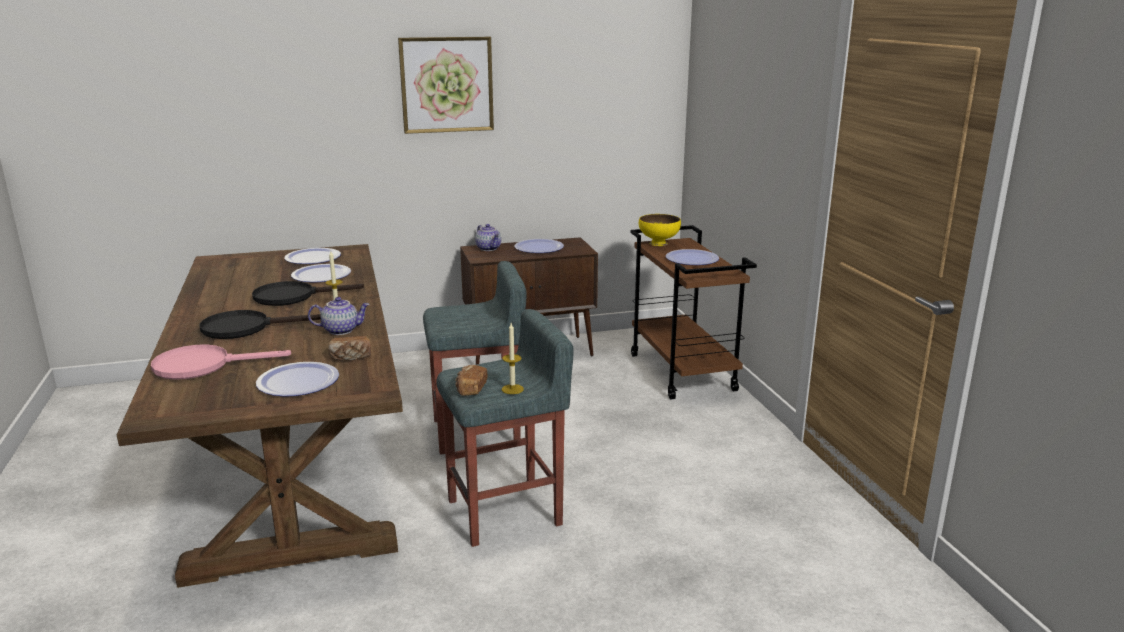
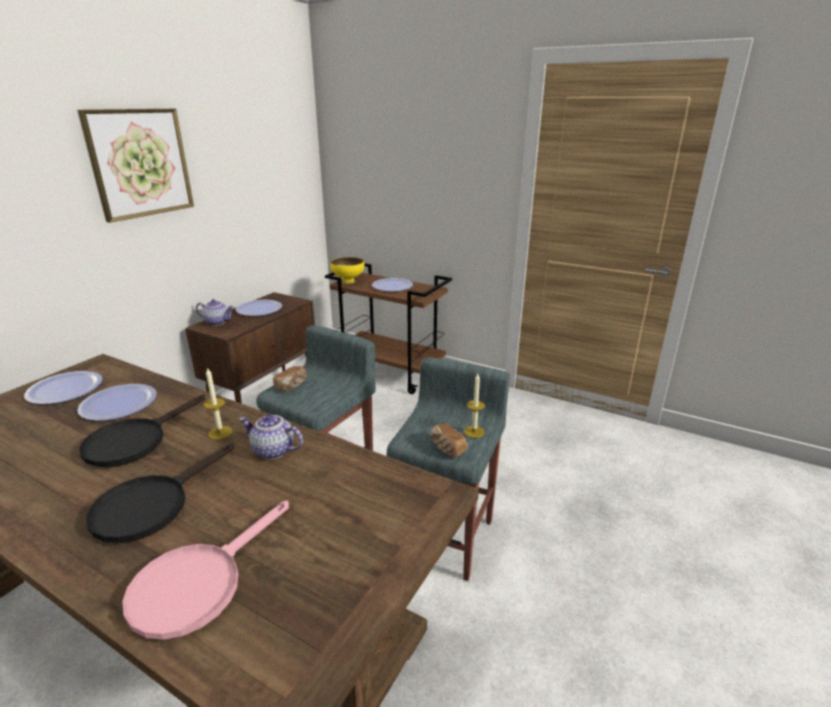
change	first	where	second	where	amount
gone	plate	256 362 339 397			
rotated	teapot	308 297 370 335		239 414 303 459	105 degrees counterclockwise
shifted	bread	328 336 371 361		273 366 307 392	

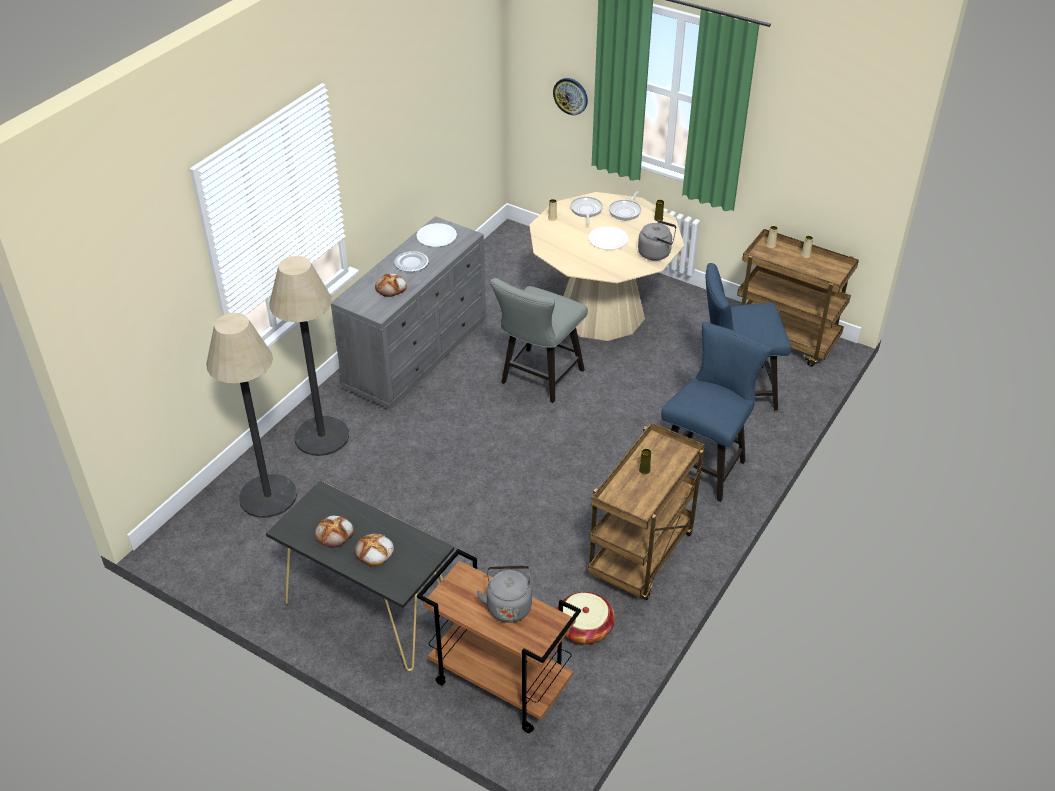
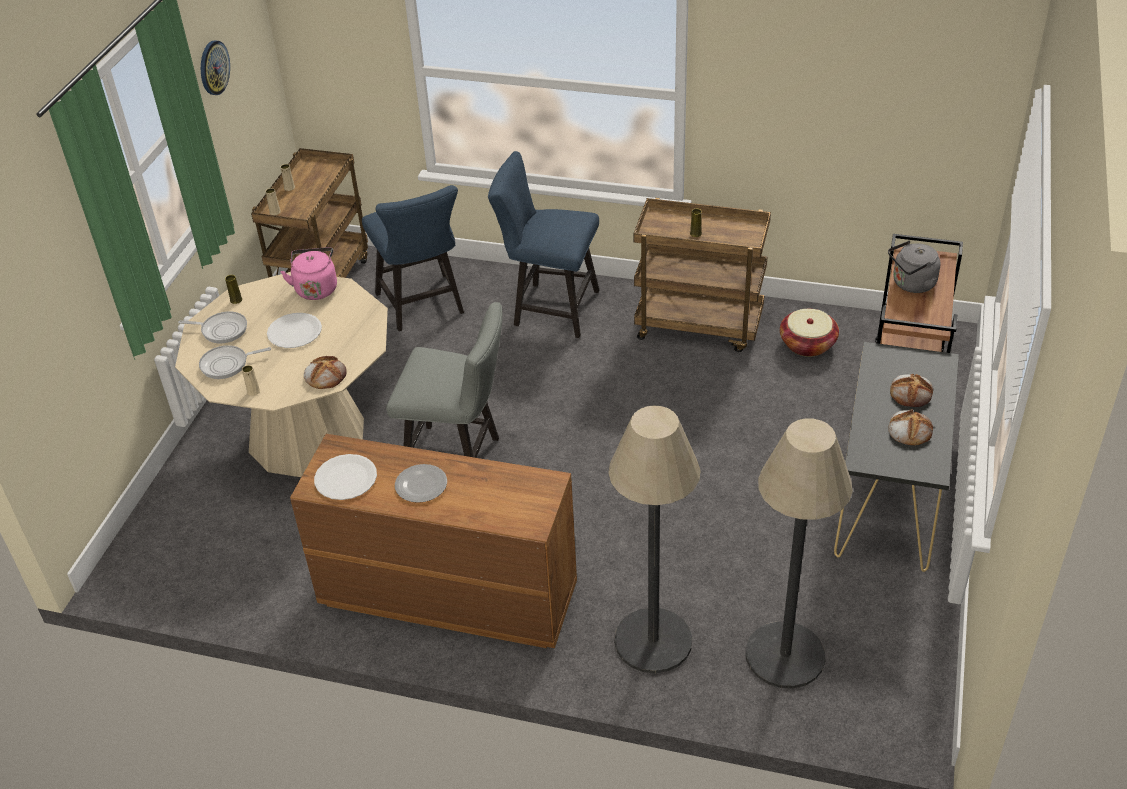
change	first	where	second	where	amount
repainted	dresser in grey	331 216 486 409	dresser in brown	290 434 577 648	
shifted	bread	375 274 407 297		304 356 347 389	
shifted	wall clock	553 78 588 115		201 40 230 95	
repainted	kettle in grey	638 220 676 261	kettle in pink	281 247 337 300	

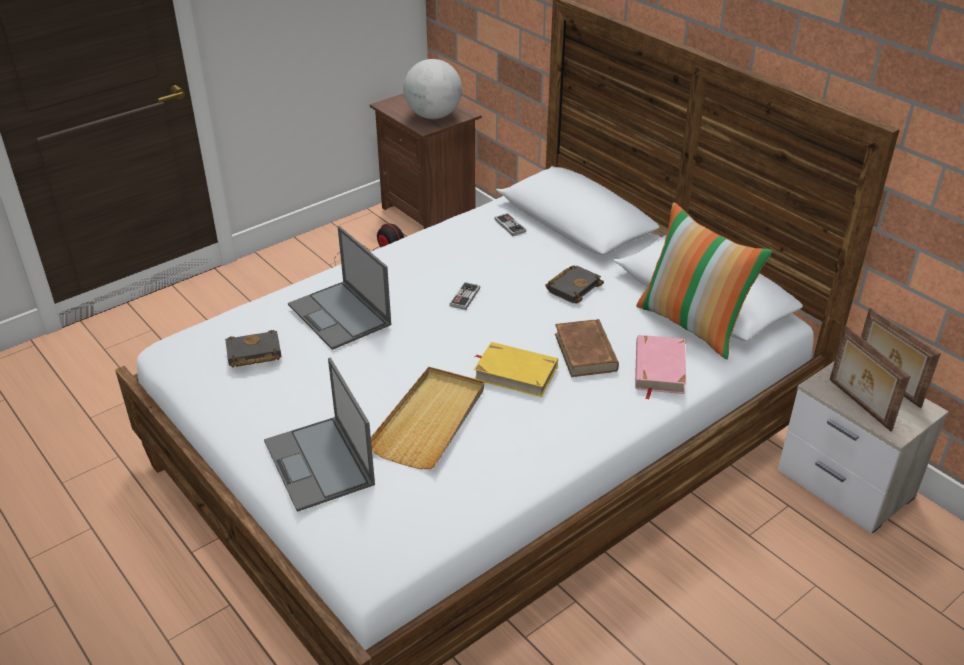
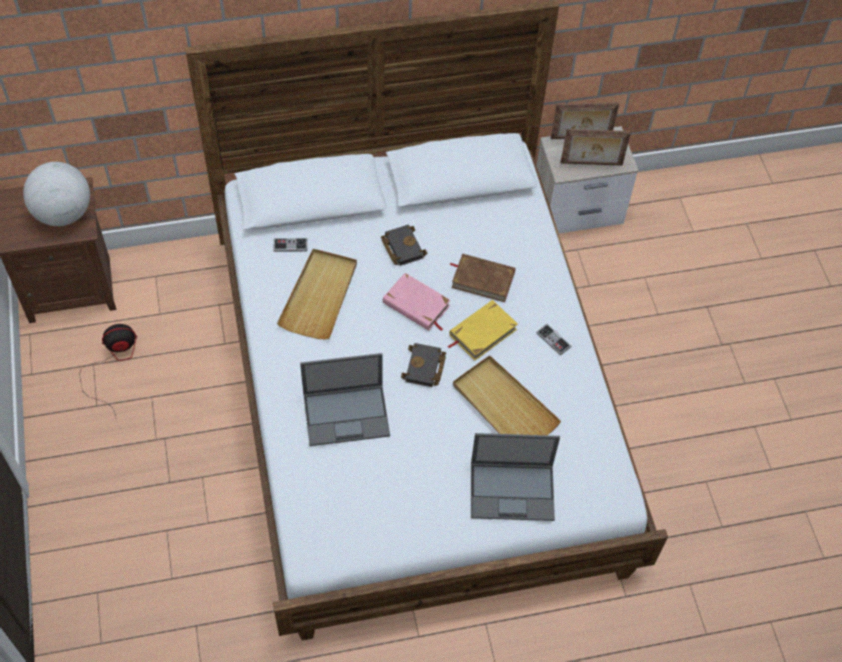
change	first	where	second	where	amount
shifted	book in black	225 330 282 367		401 343 446 387	
shifted	game controller	449 282 480 310		536 324 572 356	
shifted	book in pink	635 335 686 400		383 273 451 331	
gone	pillow	636 202 773 359			
new			tray in beige	277 249 357 339	

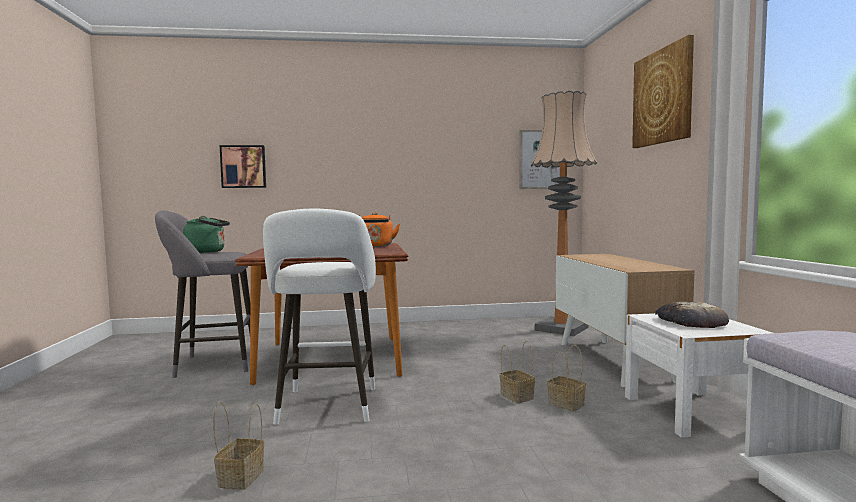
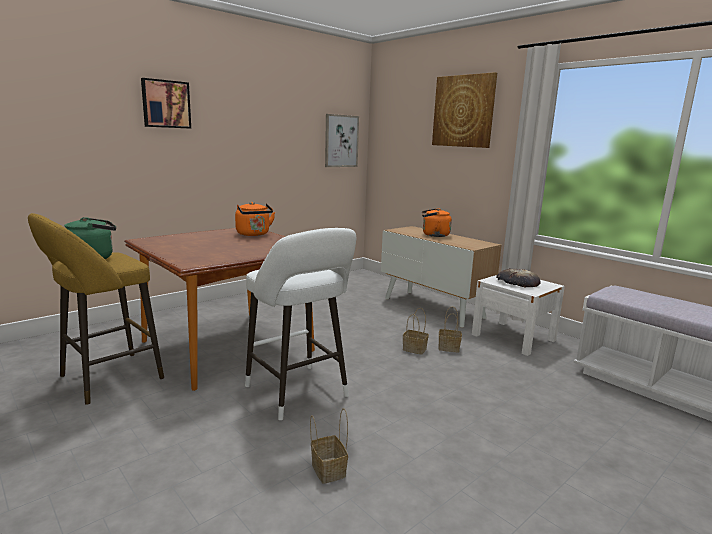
change	first	where	second	where	amount
repainted	stool in grey	155 210 250 378	stool in yellow	28 213 164 405	
shifted	picture	220 145 266 188		141 78 191 129	
gone	floor lamp	531 91 597 336			
new			kettle in orange	422 208 452 237	

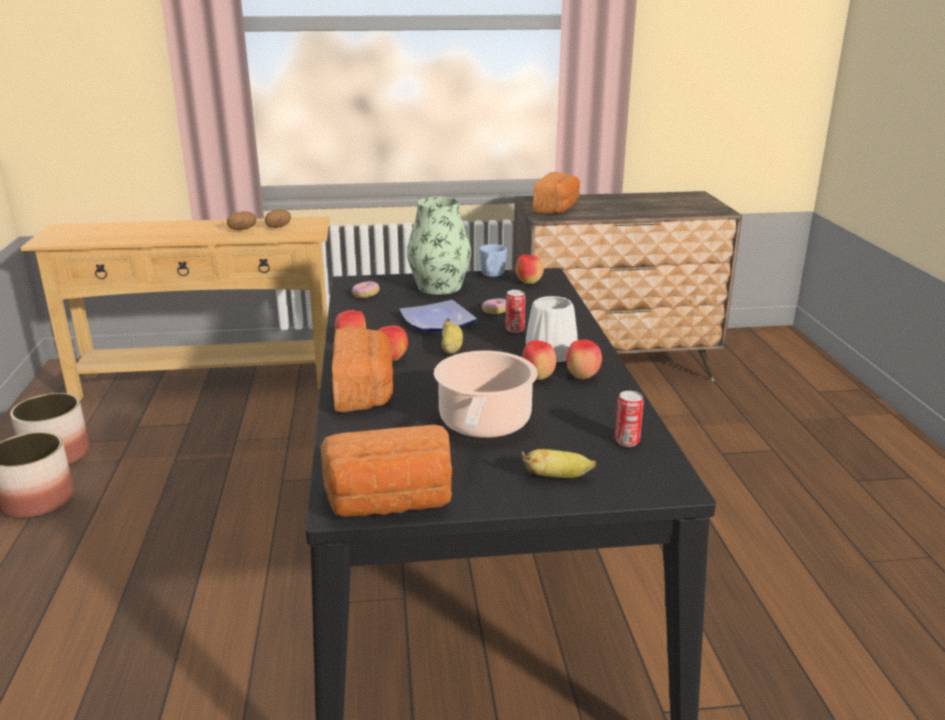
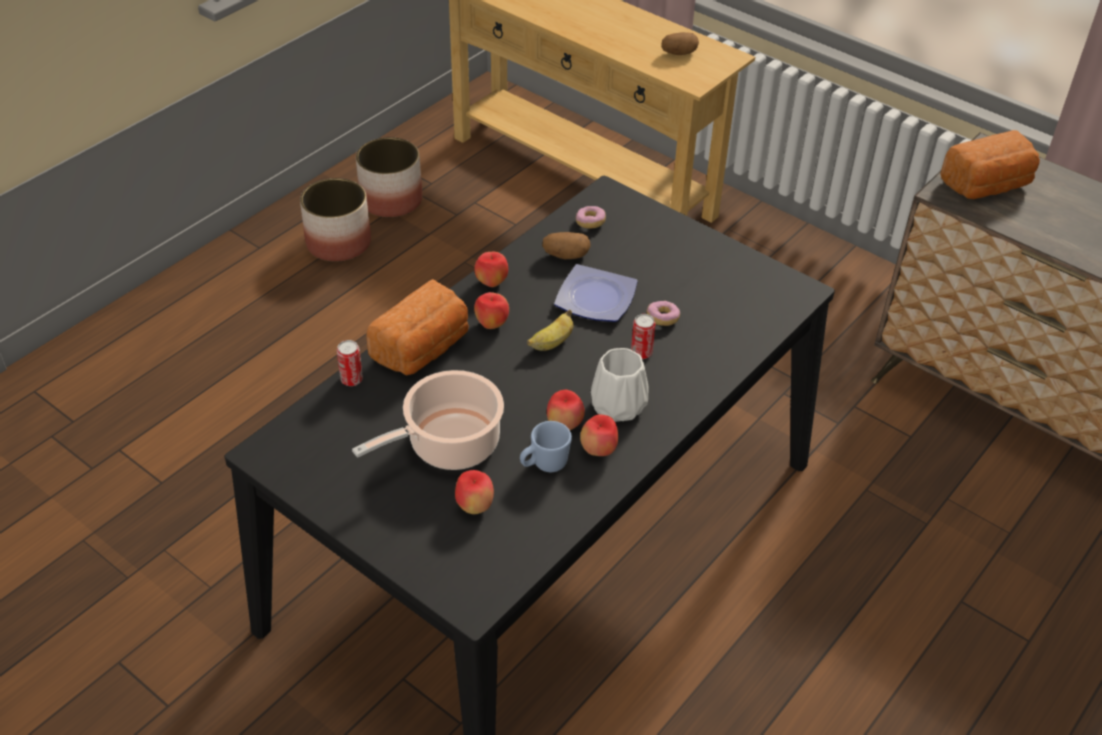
change	first	where	second	where	amount
shifted	potato	227 211 256 230		542 232 591 259	
gone	bread	320 425 452 517			
gone	vase	407 197 471 295			
shifted	mug in blue	479 244 507 277		520 421 572 472	
shifted	apple	515 255 544 284		455 470 494 514	
gone	banana	521 449 596 478			
shifted	can	615 391 644 447		337 340 363 386	

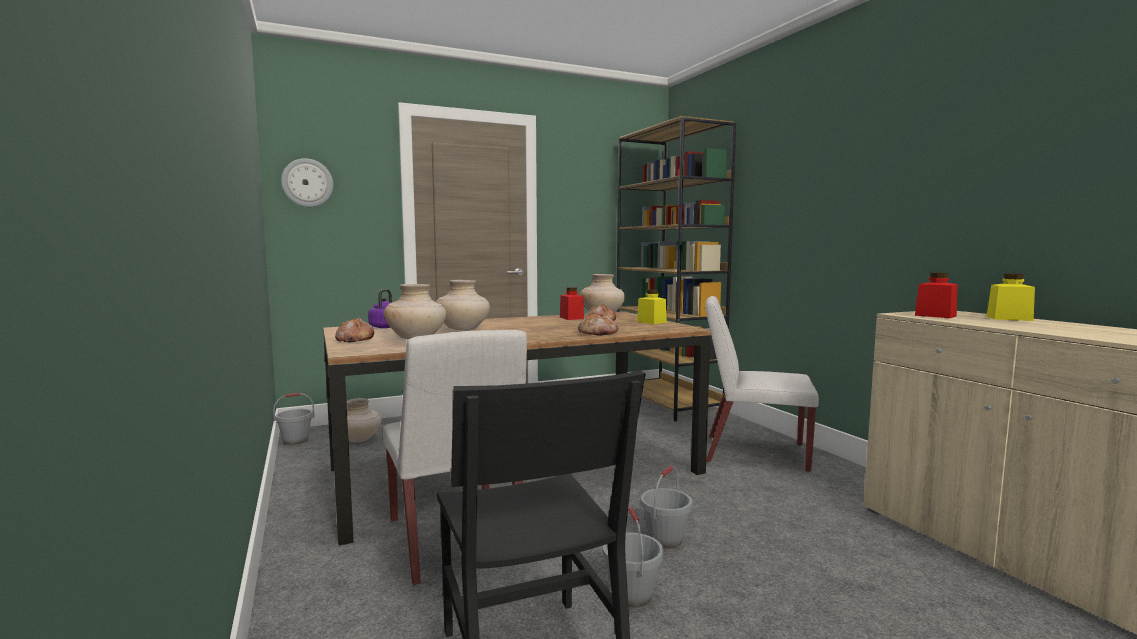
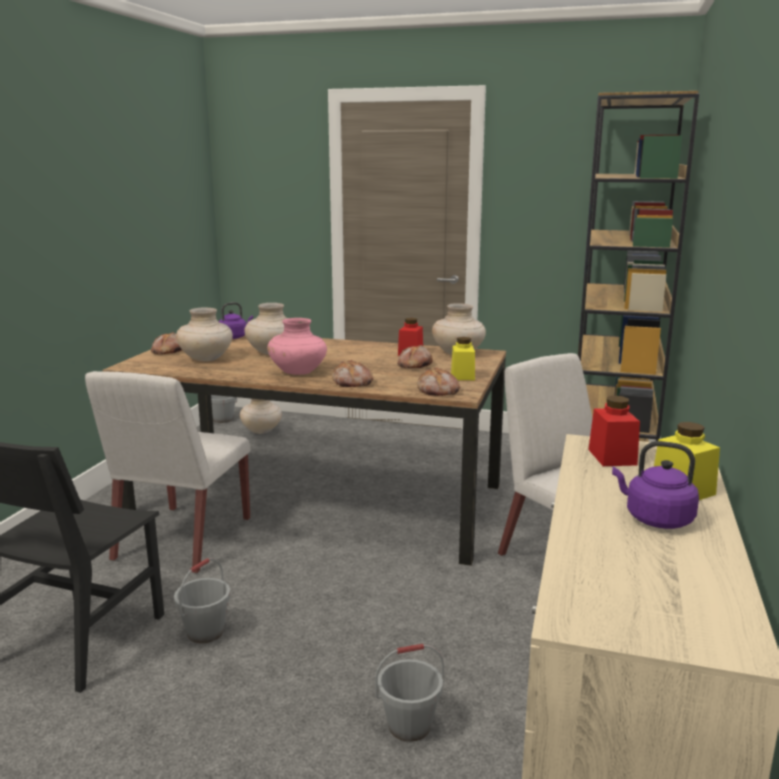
change	first	where	second	where	amount
gone	wall clock	281 158 333 207			
shifted	bucket in grey	641 466 692 548		375 644 444 742	
new			vase in pink	267 318 327 375	
new			bread	417 367 461 396	
new			kettle in purple	612 441 699 529	

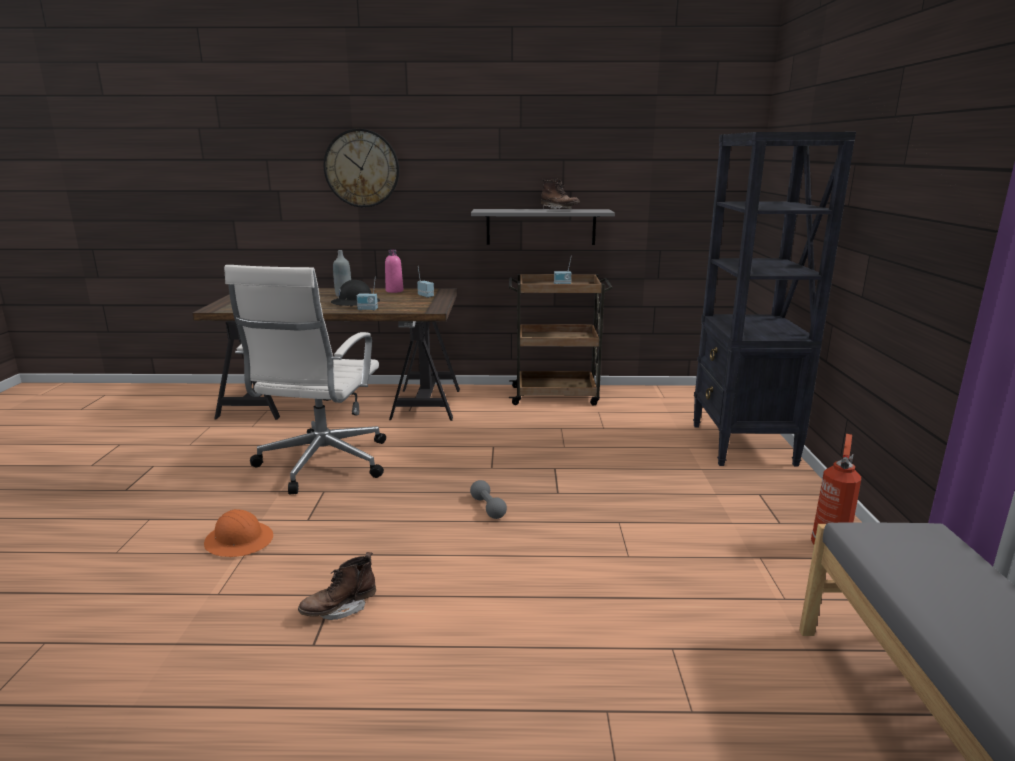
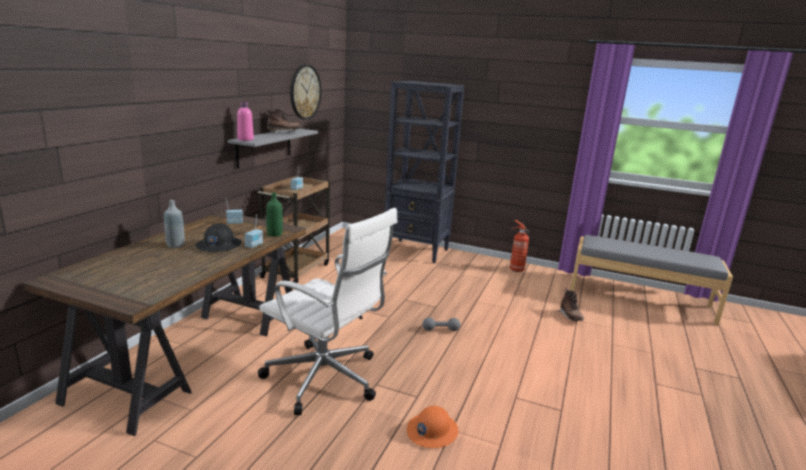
change	first	where	second	where	amount
shifted	boot in brown	298 552 376 620		559 289 584 321	
shifted	wall clock	324 129 399 208		290 65 322 120	
shifted	bottle in pink	385 249 403 293		237 102 254 141	
new			bottle in green	266 193 283 237	

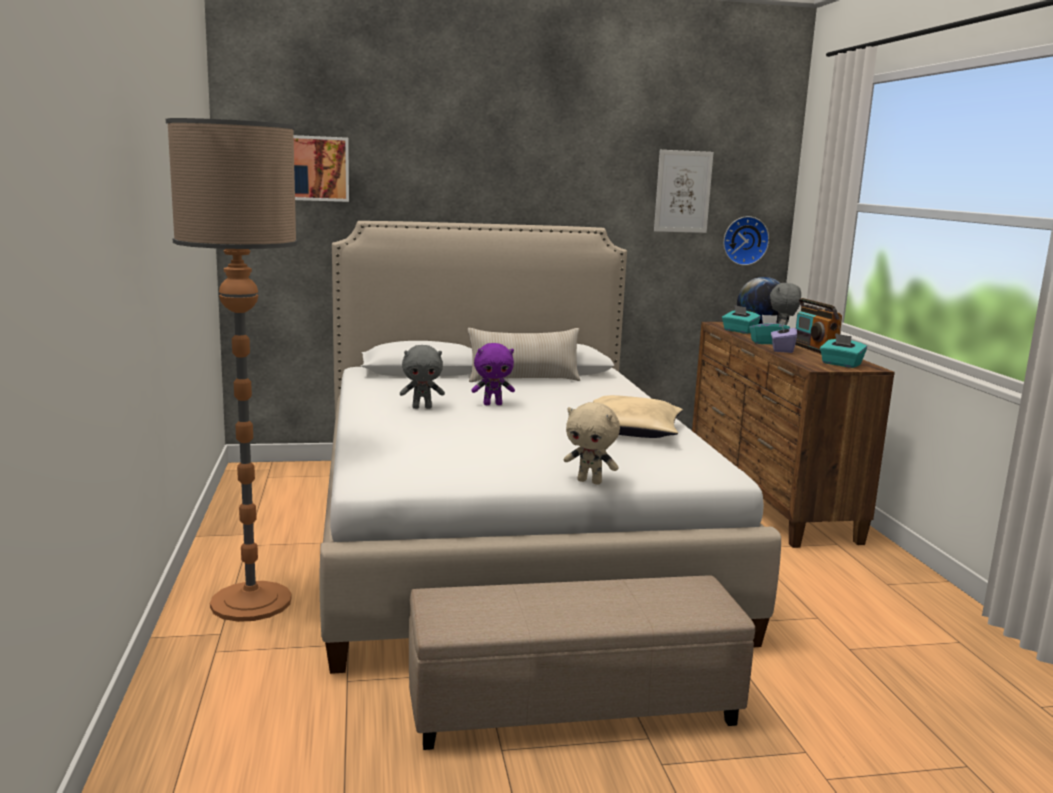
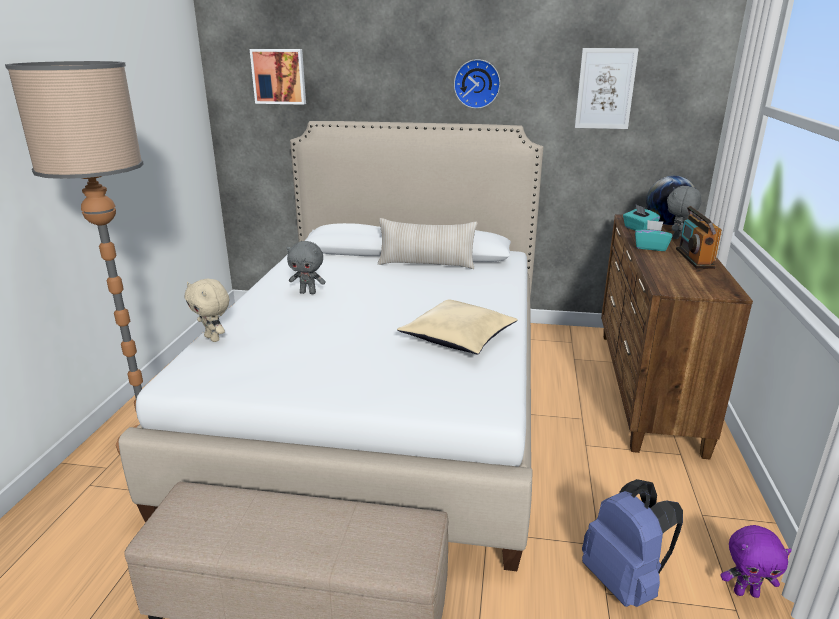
change	first	where	second	where	amount
shifted	plush toy in purple	471 343 515 405		721 525 792 598	
shifted	plush toy in beige	564 402 620 485		185 278 229 342	
shifted	wall clock	723 216 769 266		454 59 500 109	
gone	tissue box in purple	771 320 797 353			
gone	tissue box in turquoise	820 333 867 368			
new			backpack in blue	582 479 683 607	

